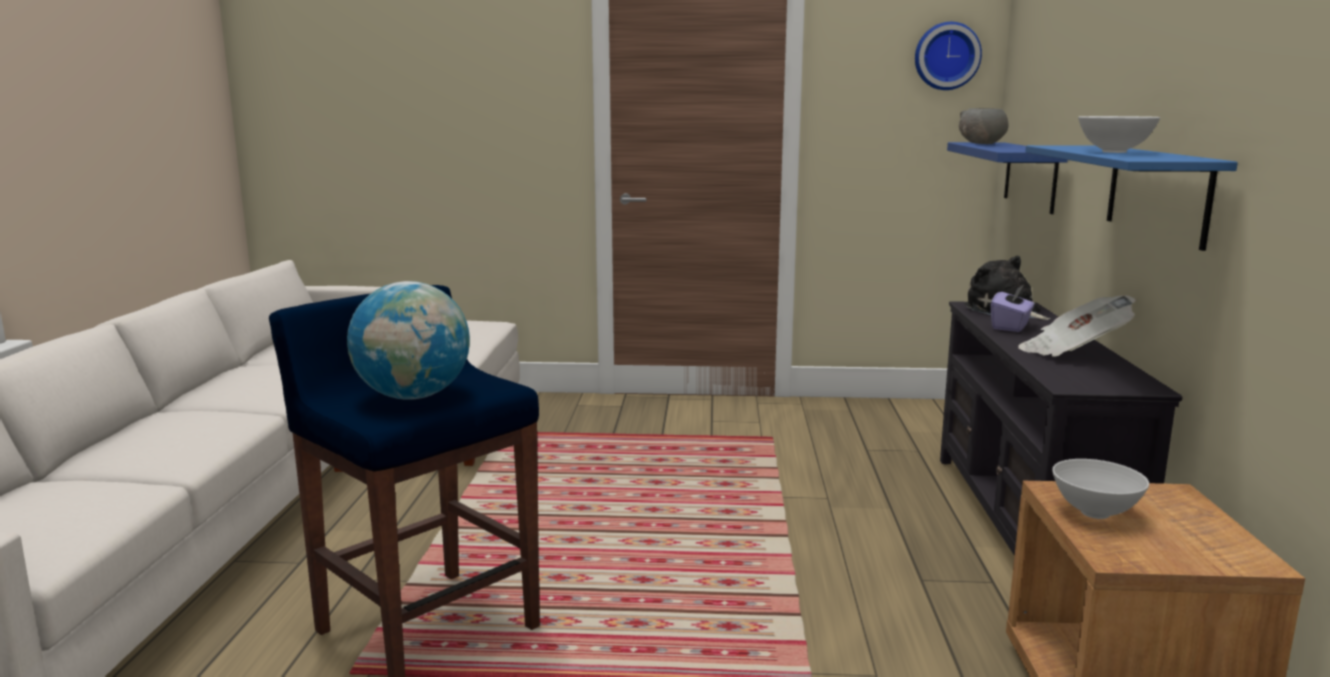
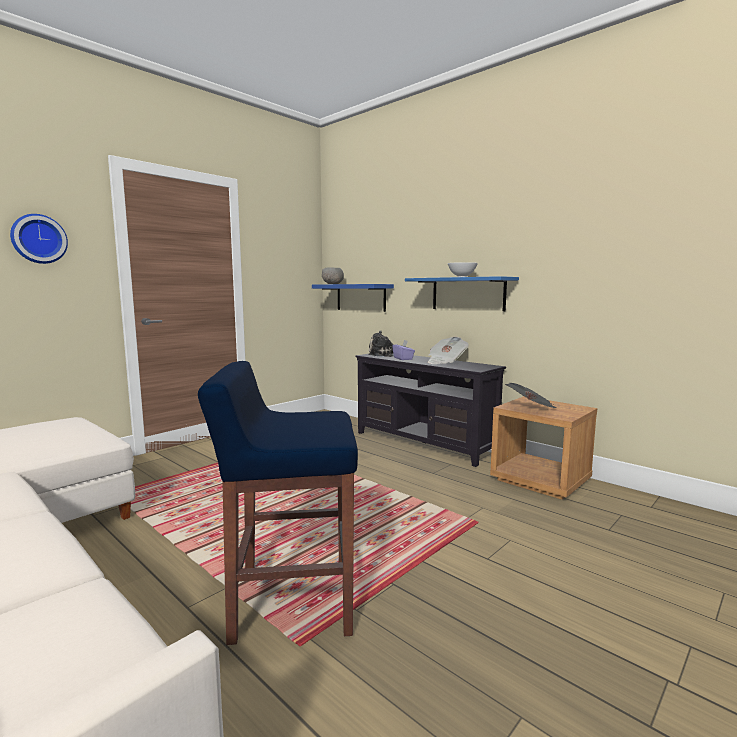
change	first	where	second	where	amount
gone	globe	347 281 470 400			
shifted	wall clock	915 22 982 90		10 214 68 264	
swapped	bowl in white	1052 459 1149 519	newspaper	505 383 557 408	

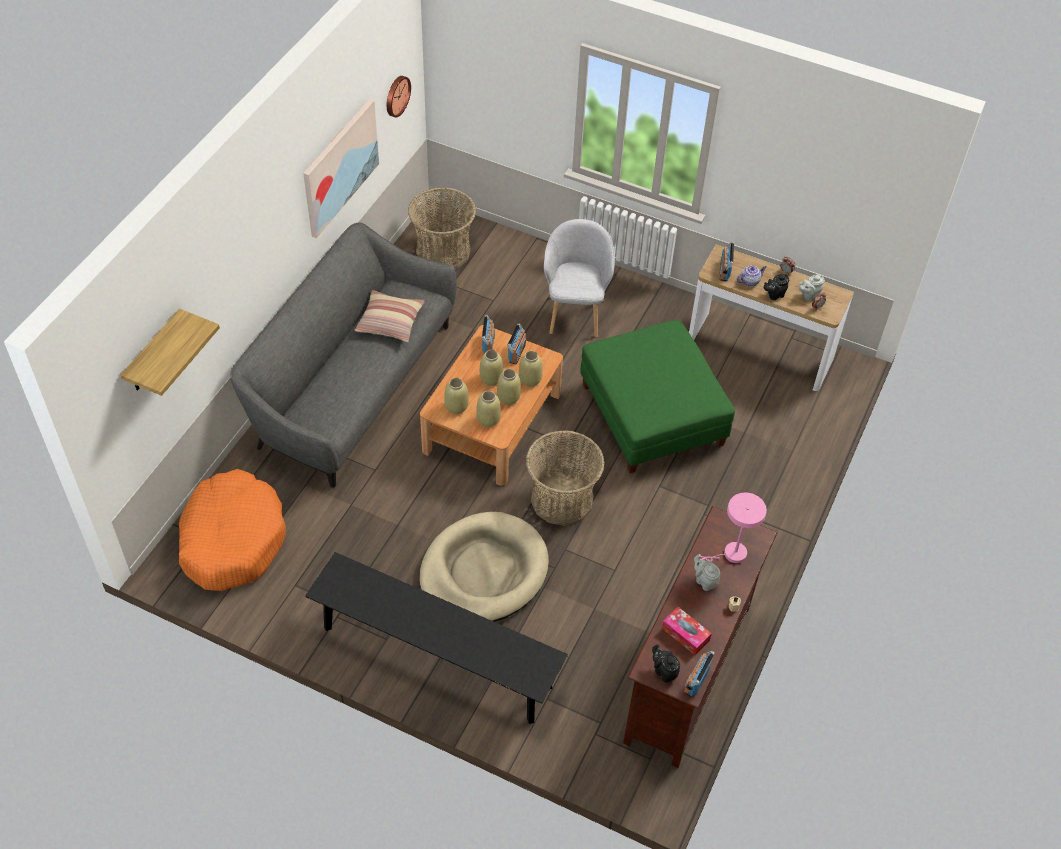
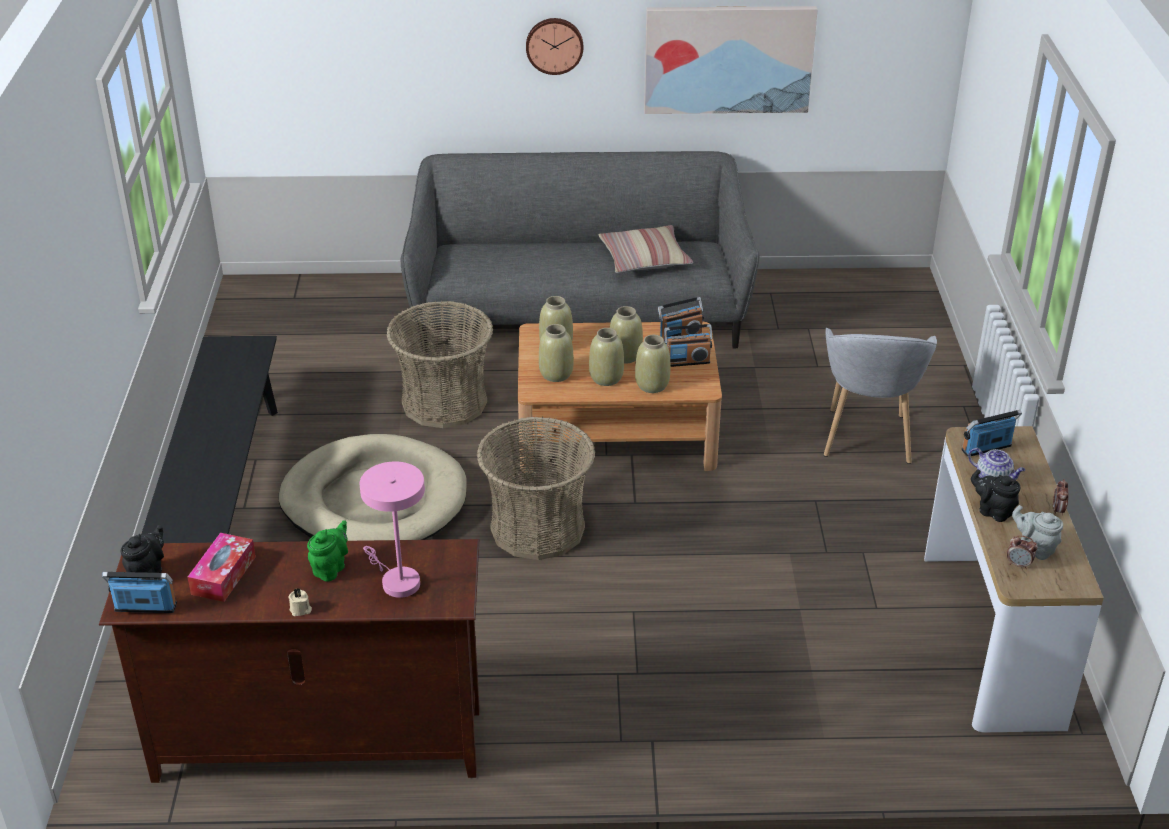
change	first	where	second	where	amount
gone	shelf	120 309 220 396			
gone	dog bed in orange	179 469 286 591			
shifted	wall clock	387 76 411 118		526 18 583 75	
shifted	basket	408 187 476 269		386 301 493 428	
rotated	armchair in grey	544 219 615 338		824 328 937 464	120 degrees clockwise
gone	ottoman in green	580 320 735 473			
repainted	teapot in grey	694 554 720 591	teapot in green	307 520 348 582	

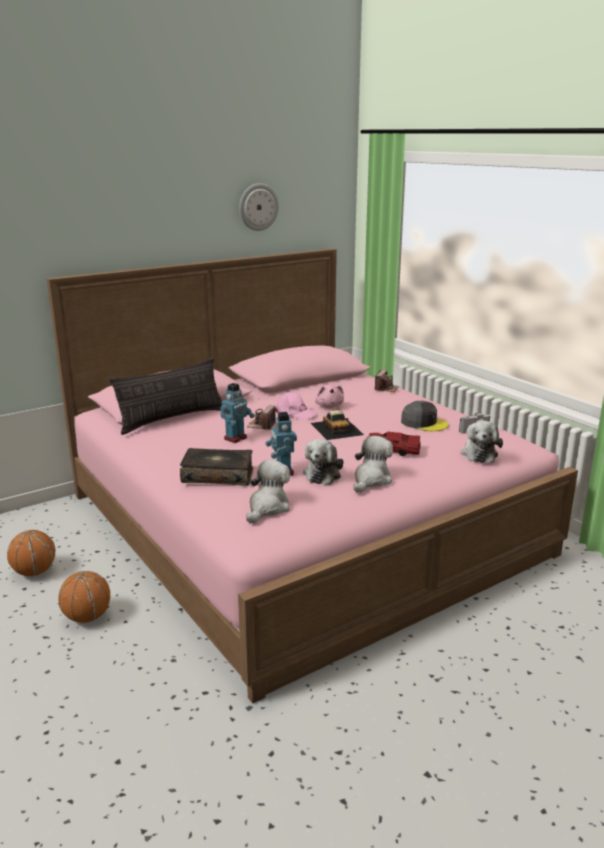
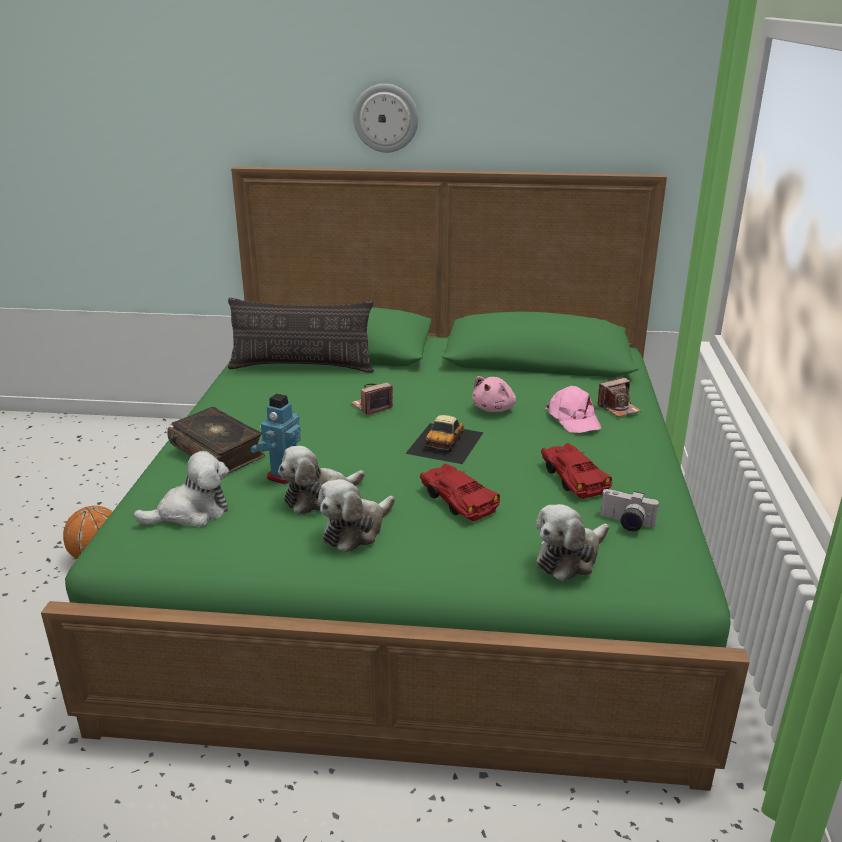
change	first	where	second	where	amount
gone	basketball	7 530 55 576			
repainted	bed in pink	47 249 578 703	bed in green	41 166 750 791	
gone	toy robot	220 383 255 443			
shifted	wall clock	239 183 279 231		353 84 418 153	
shifted	cap in pink	275 392 318 420		546 386 601 433	
rotated	plush toy	354 436 393 493		318 479 395 553	150 degrees clockwise
swapped	cap in grey	401 401 449 431	toy car in red	541 443 612 499	

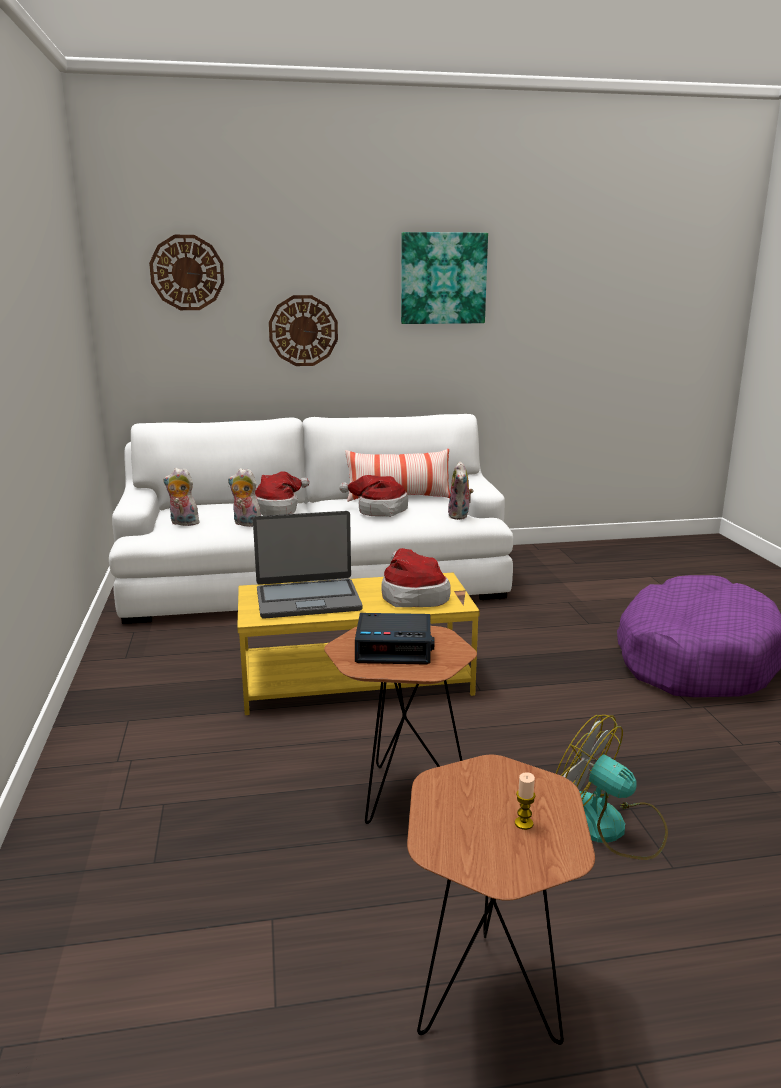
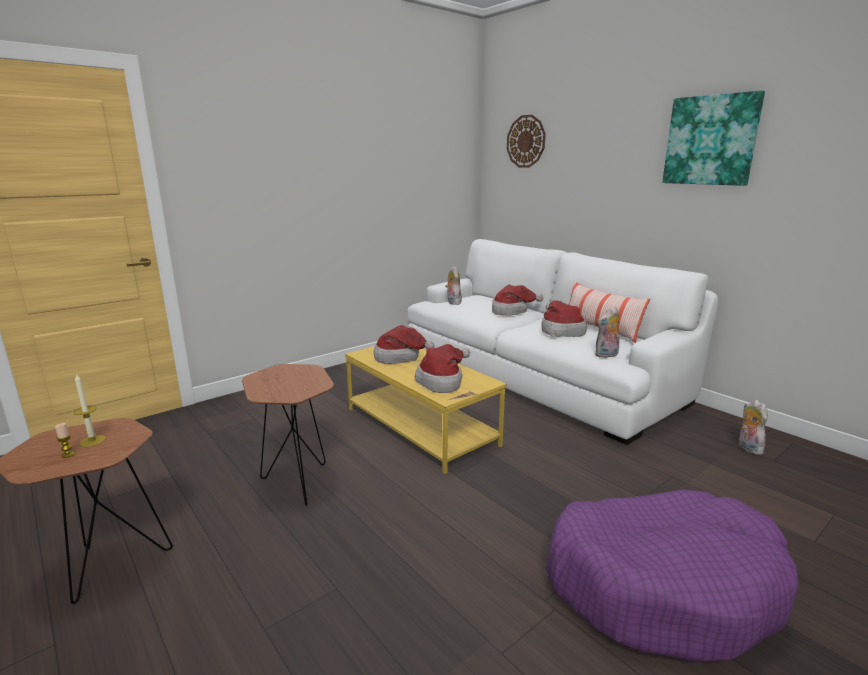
change	first	where	second	where	amount
shifted	plush toy	228 468 261 527		739 400 768 455	
swapped	laptop	253 511 363 619	hat	374 325 434 364	
gone	wall clock	269 295 338 366			
gone	alarm clock	355 613 434 665			
gone	fan	555 715 668 860			
new			candle	74 374 106 447	

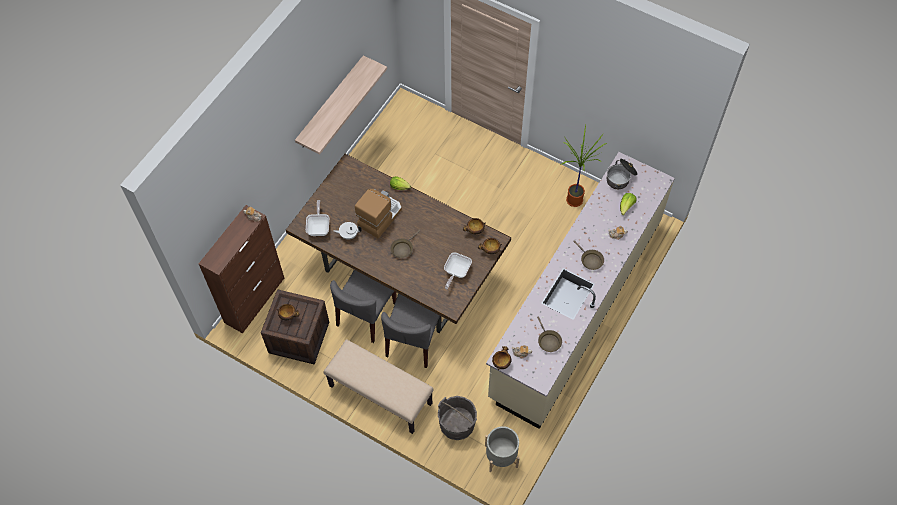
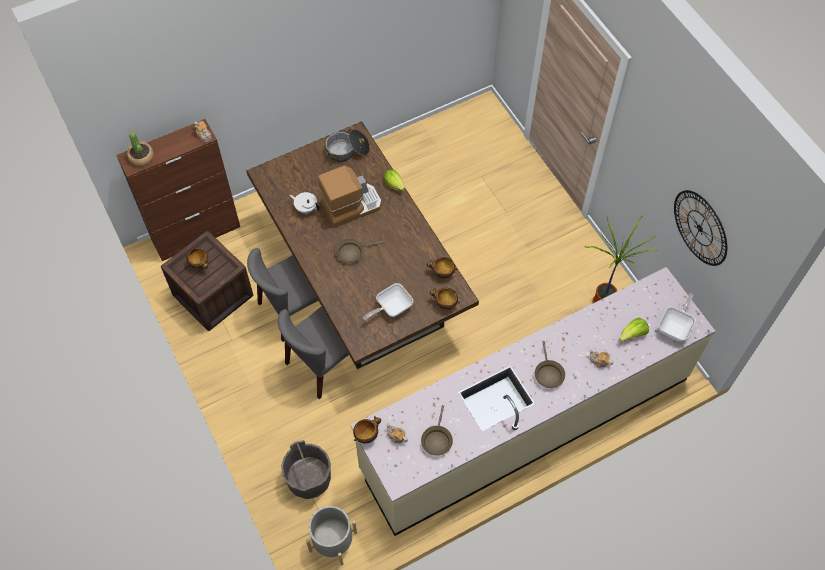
change	first	where	second	where	amount
gone	shelf	295 55 387 155			
shifted	frying pan	306 200 329 236		659 293 696 341	
gone	bench in beige	324 339 434 434			
shifted	cooking pot	607 159 638 189		326 129 370 162	
new			potted plant	127 132 154 166	
new			wall clock	674 190 727 266	

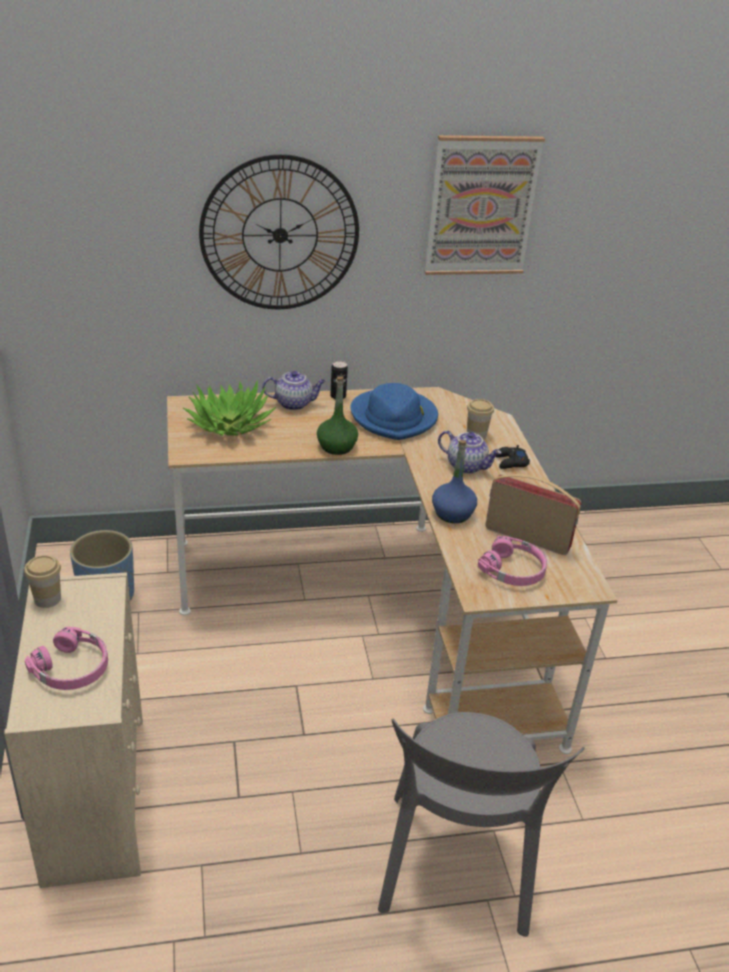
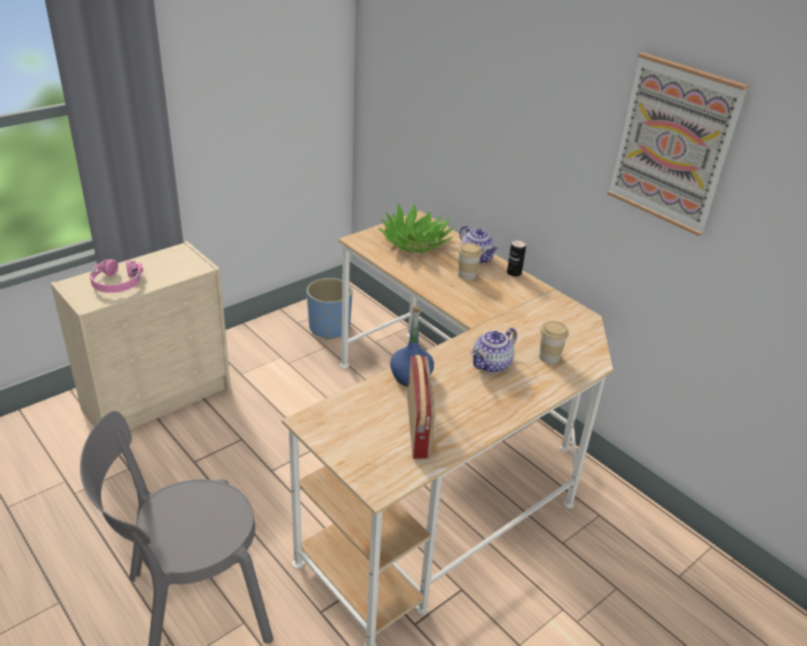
change	first	where	second	where	amount
shifted	cup	24 555 61 608		458 243 482 280	
gone	wall clock	199 154 359 309			
gone	bottle in green	317 376 358 455			
gone	hat in blue	350 383 438 440			
rotated	teapot	438 430 501 474		471 328 517 373	45 degrees clockwise
gone	headphones in pink	478 536 547 586			
gone	game controller in black	495 445 530 469			

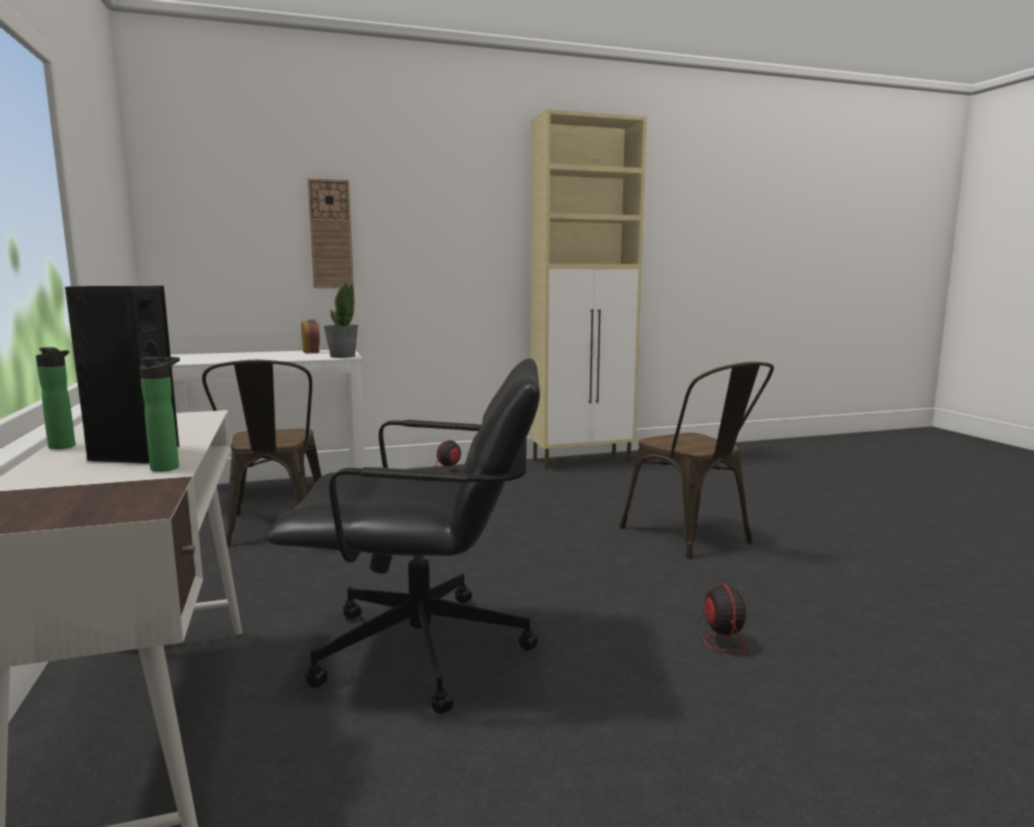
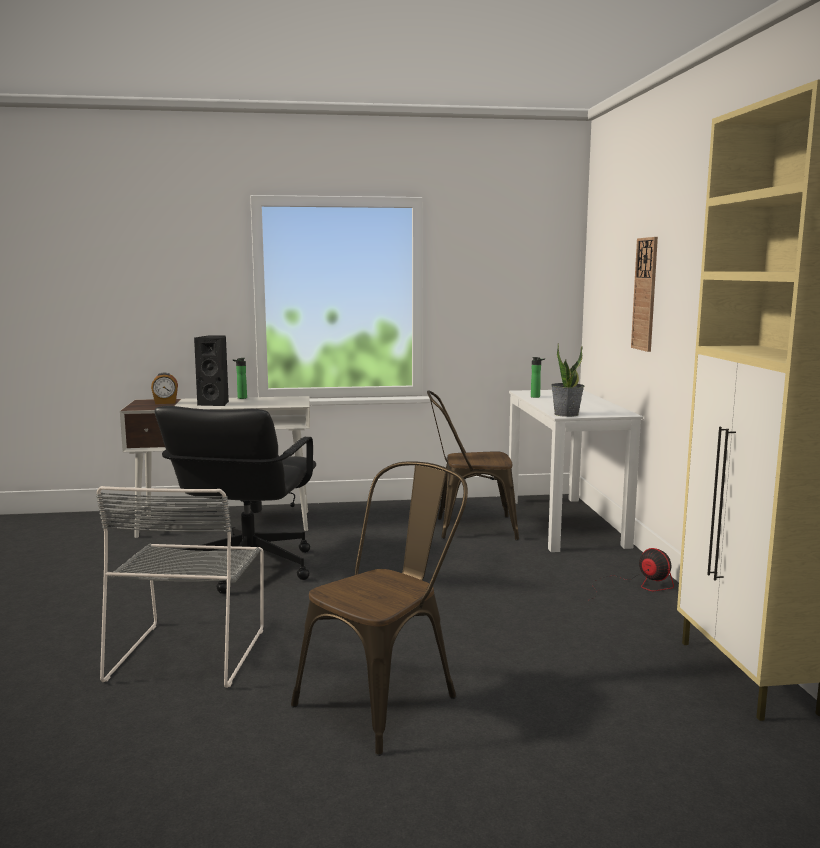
change	first	where	second	where	amount
shifted	bottle	139 357 180 472		531 357 545 398	
shifted	alarm clock	301 319 320 354		151 372 178 404	
swapped	fan	606 584 748 653	chair in grey	96 486 264 688	
rotated	chair in brown	620 362 774 559		291 461 468 756	150 degrees clockwise

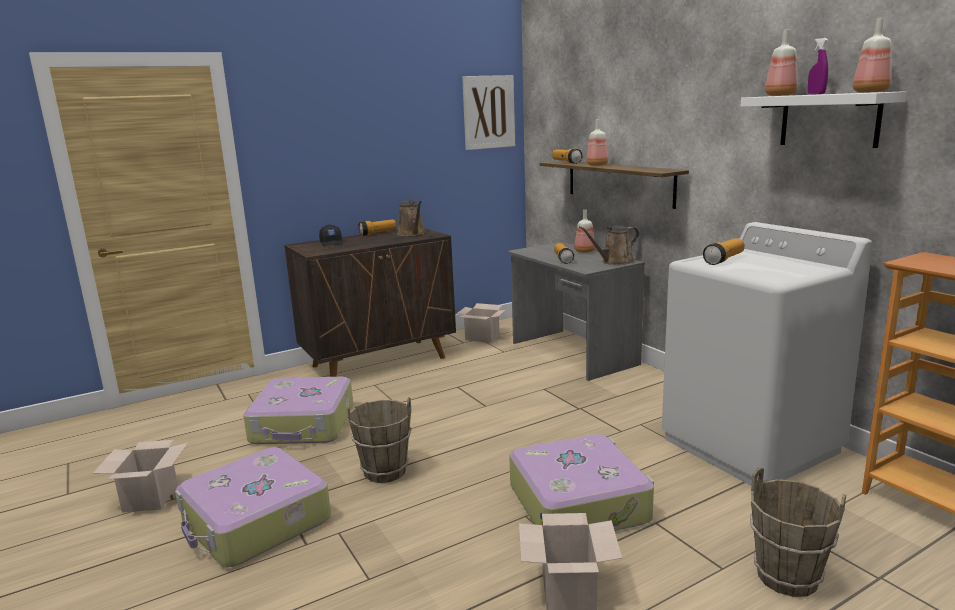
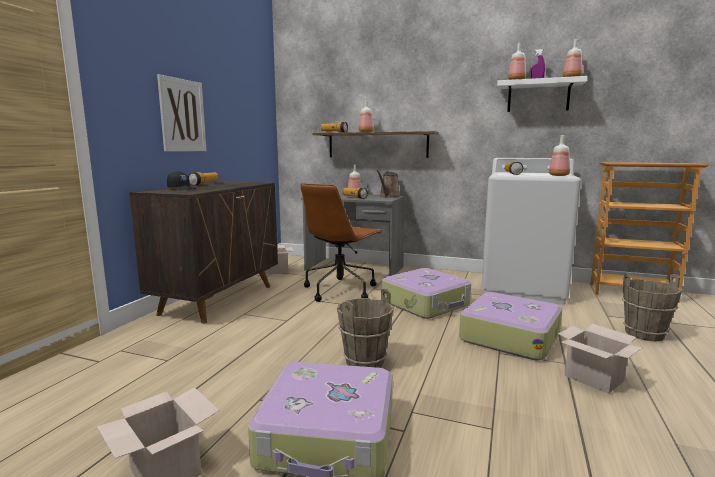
change	first	where	second	where	amount
shifted	suitcase	243 377 353 444		382 268 471 319	
gone	watering can in brown	397 200 426 236			
shifted	picture	462 75 515 150		157 74 207 152	
new			office chair in brown	301 183 383 302	
new			bottle	549 135 570 176	

